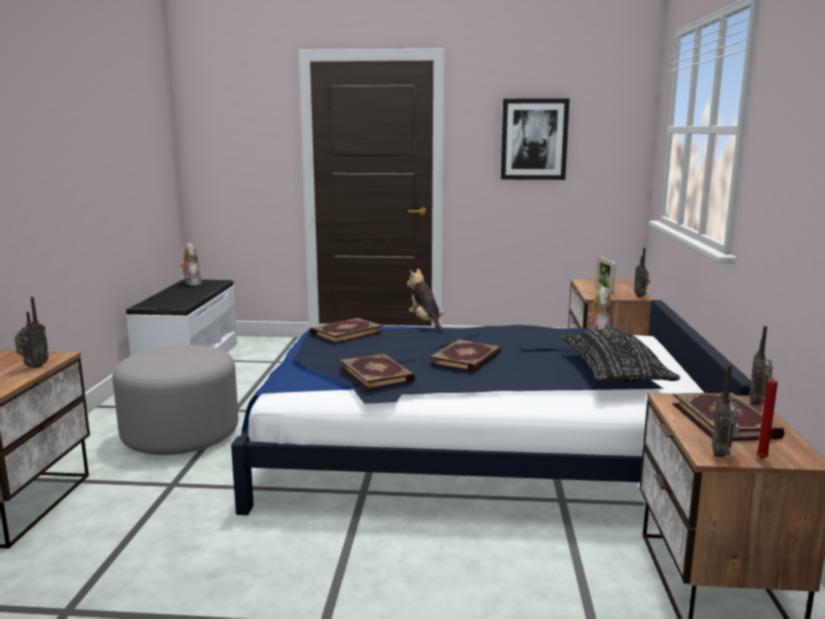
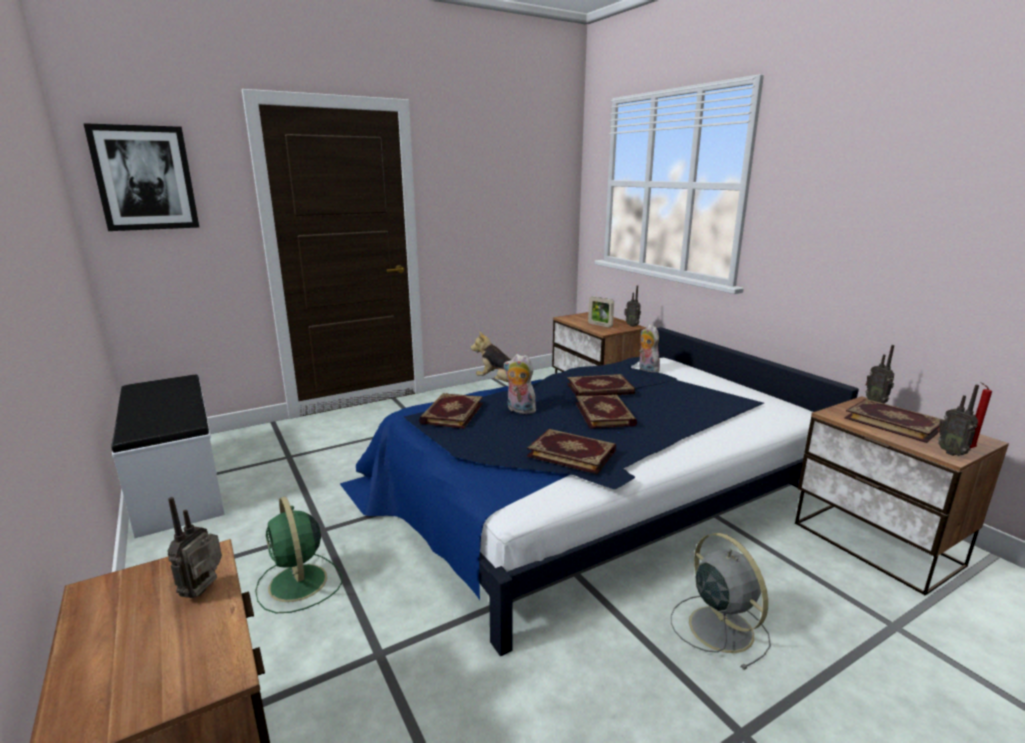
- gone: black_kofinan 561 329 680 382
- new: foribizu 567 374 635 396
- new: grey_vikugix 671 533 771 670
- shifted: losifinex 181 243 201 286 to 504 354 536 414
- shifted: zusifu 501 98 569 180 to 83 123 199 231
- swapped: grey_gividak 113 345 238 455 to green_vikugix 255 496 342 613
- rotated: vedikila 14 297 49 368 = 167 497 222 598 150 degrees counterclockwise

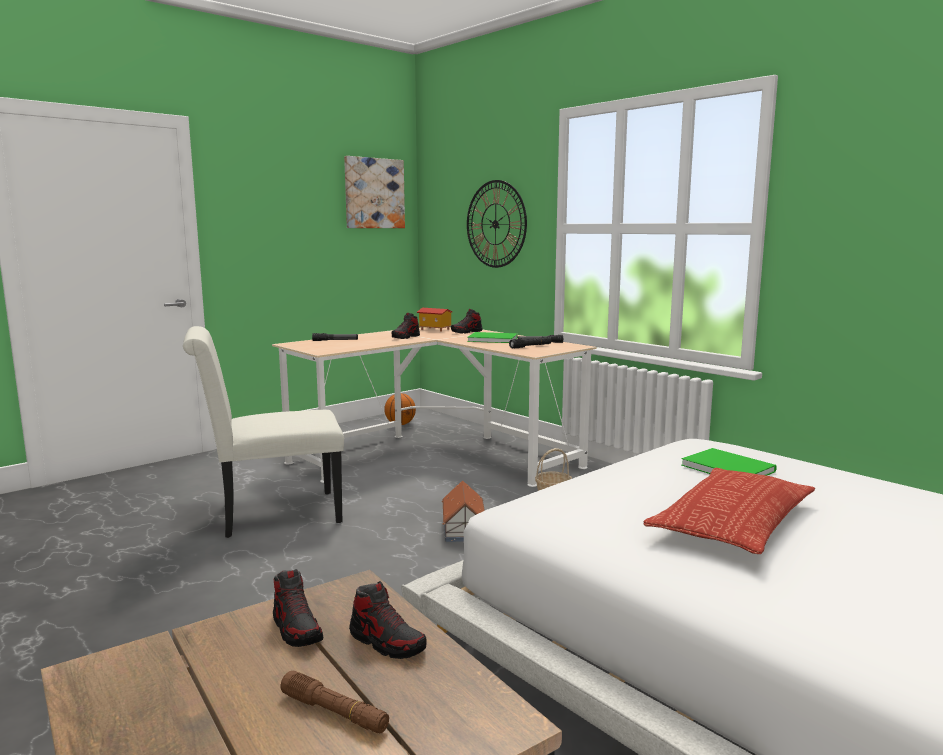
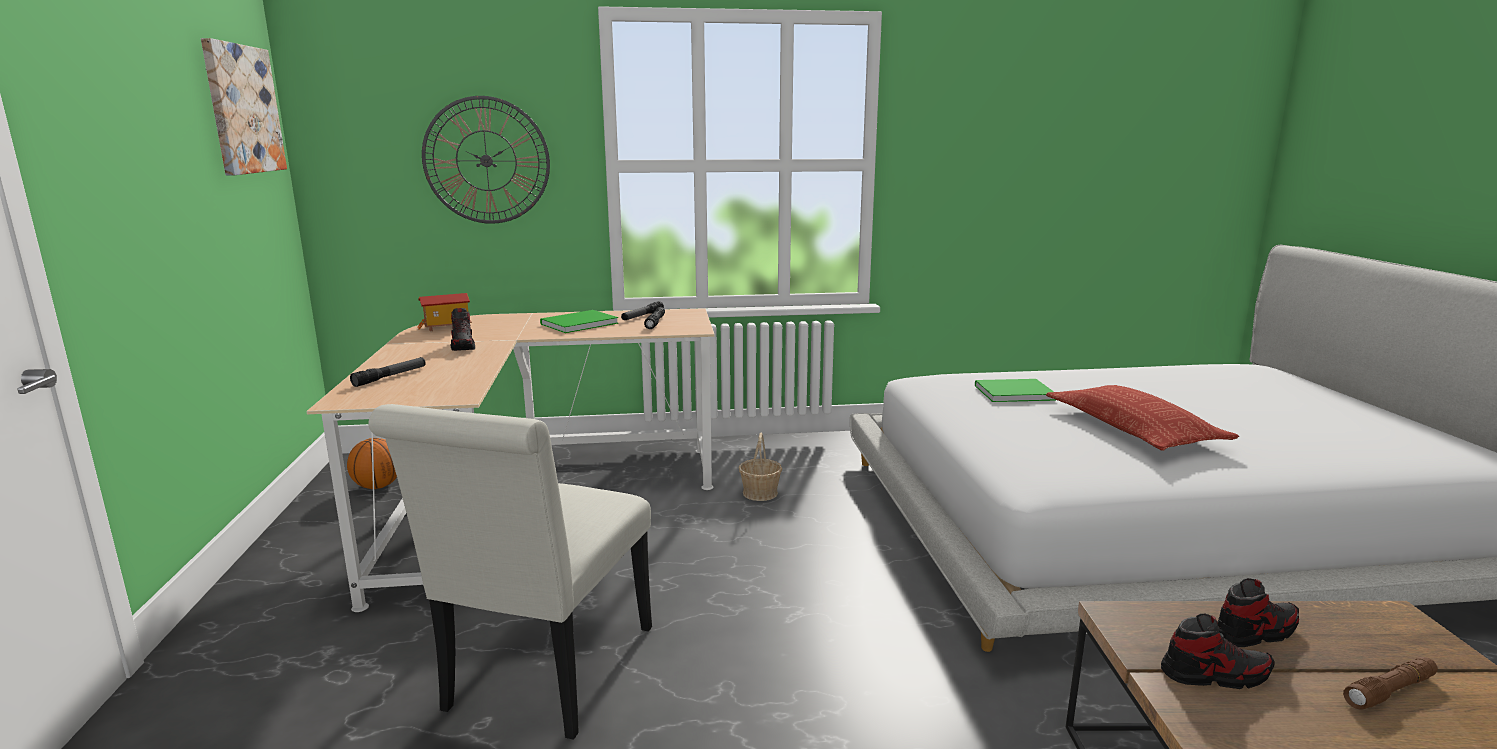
- gone: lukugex 442 480 485 542
- gone: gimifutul 451 309 482 334

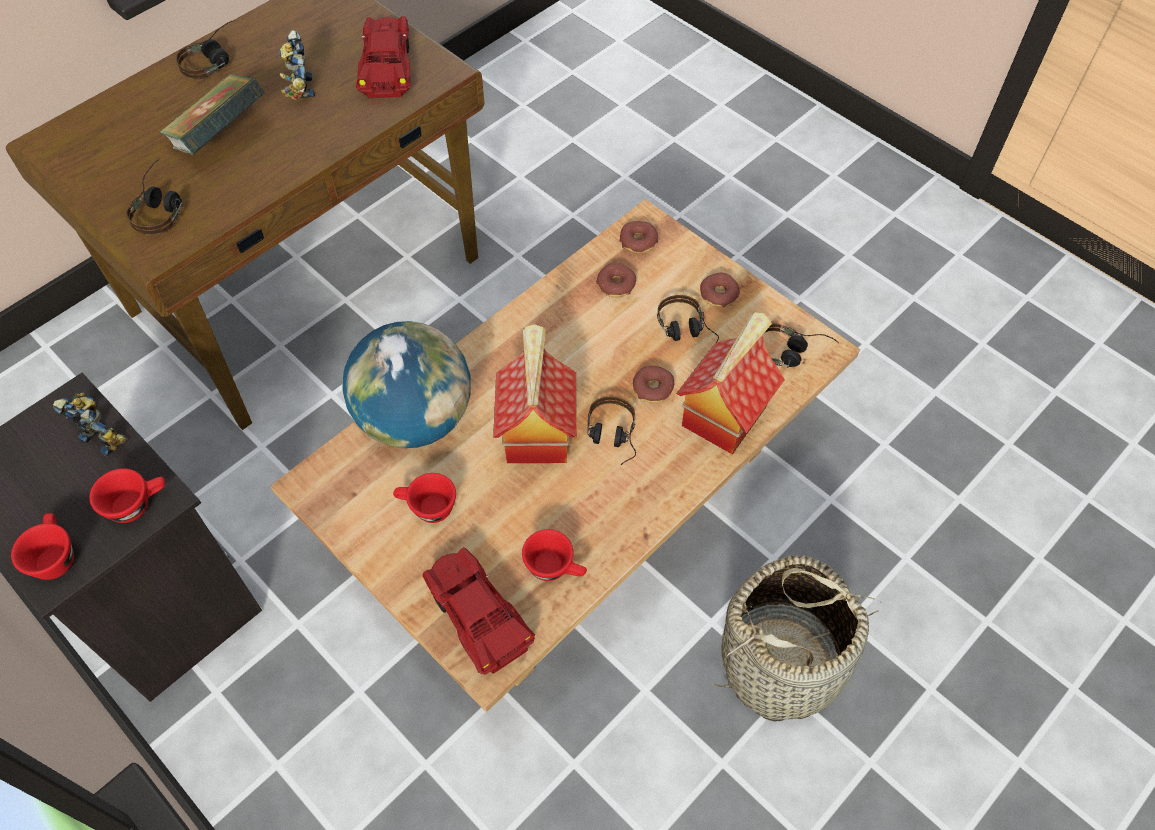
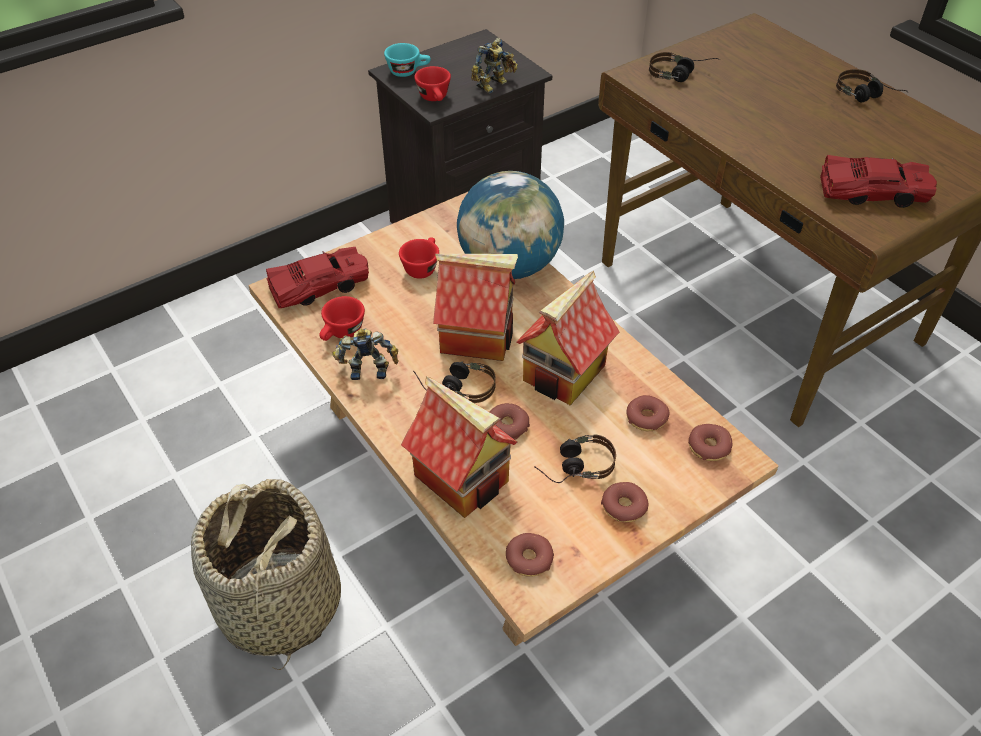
- gone: foribizu 159 74 265 155
- new: lukugex 516 270 619 405
- shifted: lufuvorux 279 30 315 100 to 332 328 399 380
- swapped: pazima 764 323 839 368 to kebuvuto 506 533 554 577
- repainted: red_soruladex 11 513 74 580 to turquoise_soruladex 384 43 431 77

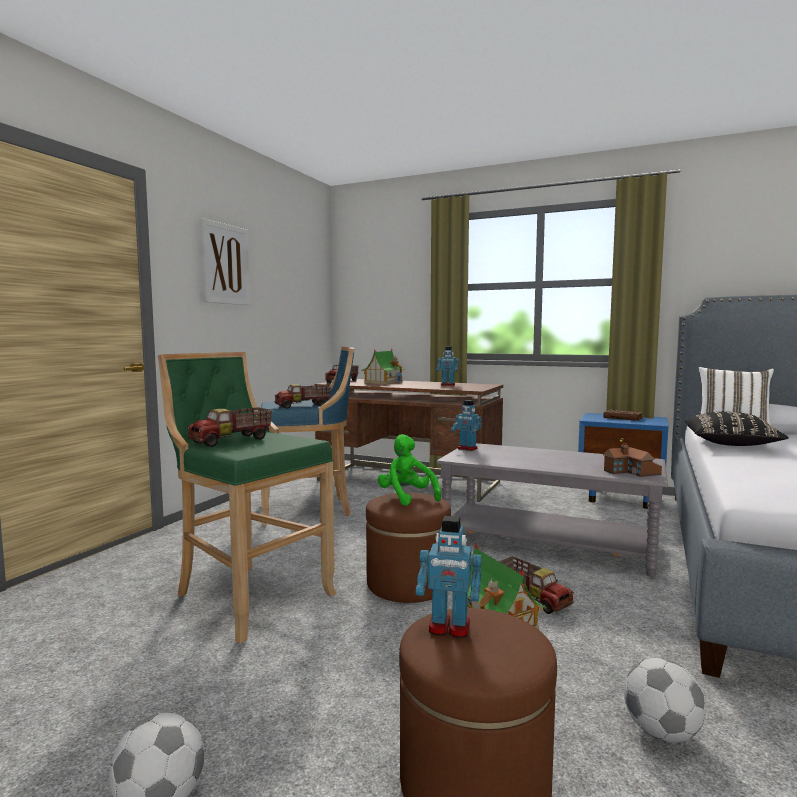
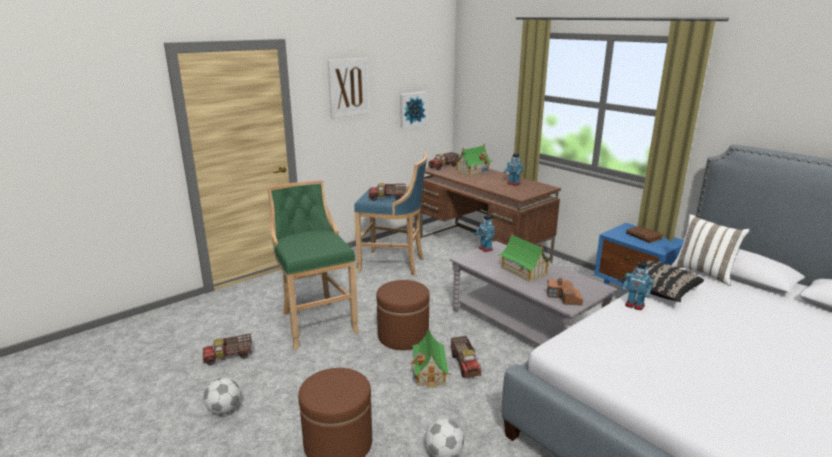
- gone: green_losifinex 378 434 441 506
- new: zusifu 400 91 428 128
- new: lukugex 499 232 553 282
- shifted: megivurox 188 407 272 447 to 203 334 252 365
- shifted: lufuvorux 415 516 482 638 to 621 261 654 310

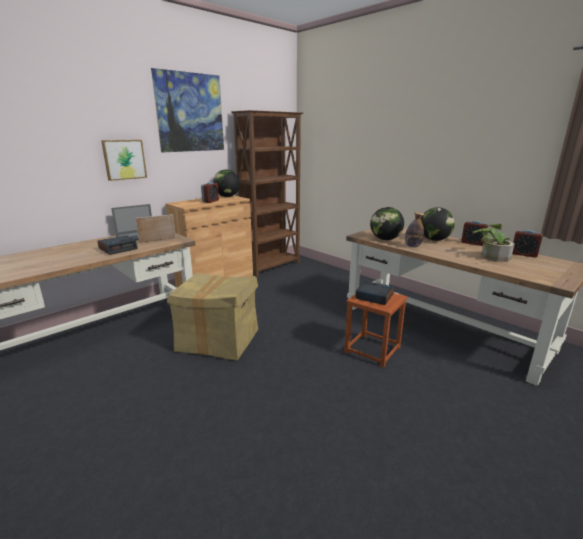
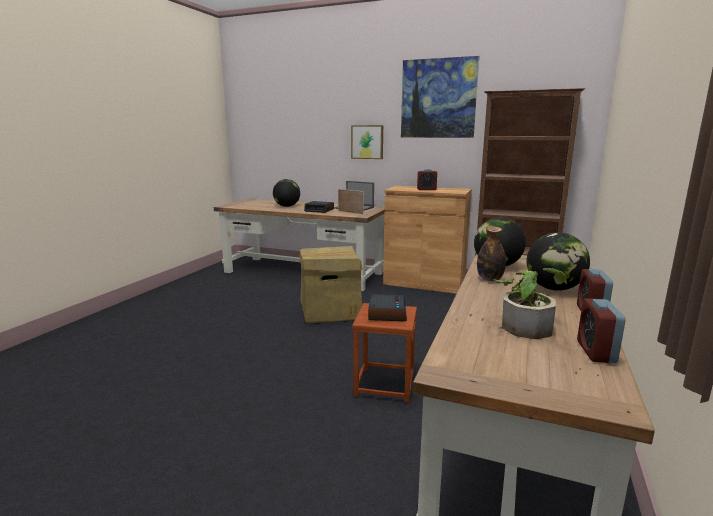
- shifted: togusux 213 170 240 197 to 273 179 300 207

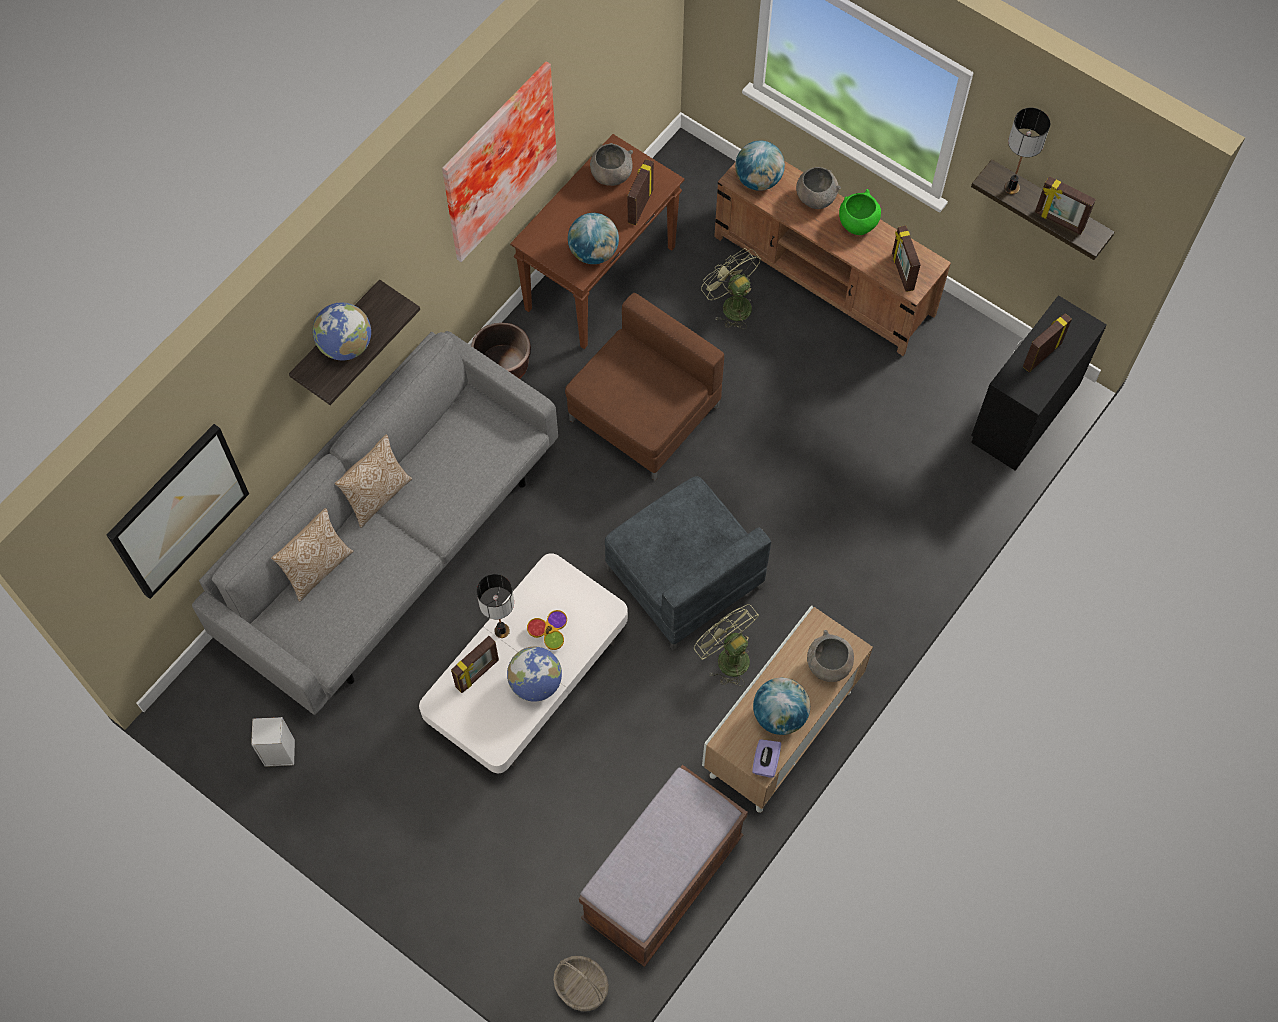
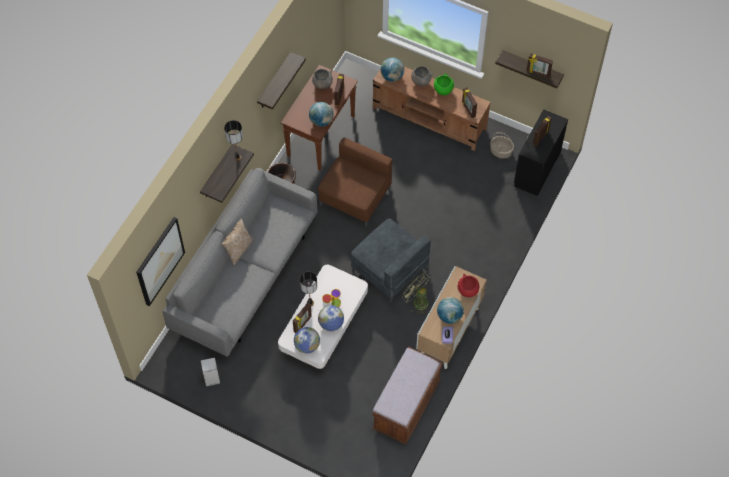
- gone: kofinan 271 508 354 601
- gone: green_vikugix 701 248 761 329
- shifted: togusux 313 302 371 361 to 294 327 320 353
- shifted: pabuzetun 553 956 609 1011 to 490 132 514 158
- shifted: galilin 1004 108 1050 194 to 224 120 243 161
- swapped: zusifu 442 61 557 262 to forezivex 257 52 306 110
- repainted: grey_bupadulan 807 630 854 682 to red_bupadulan 458 274 479 297

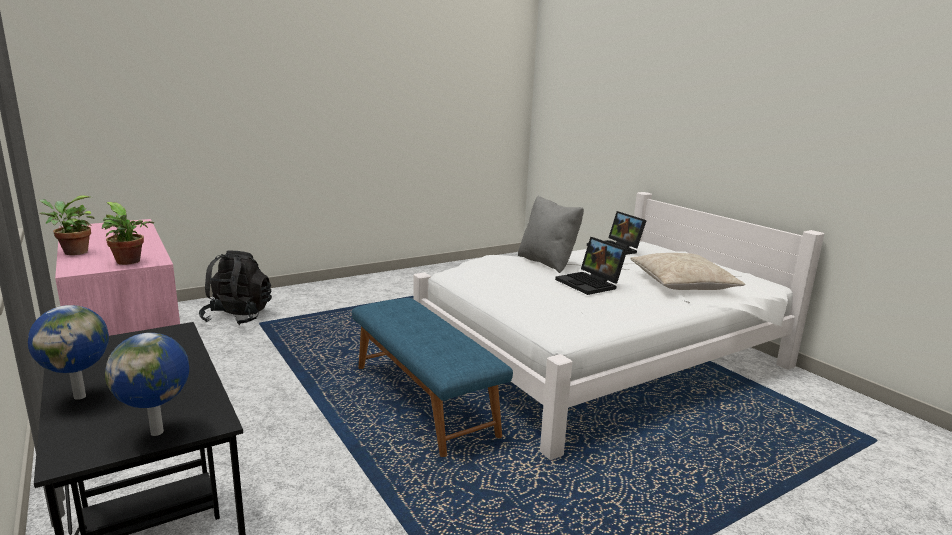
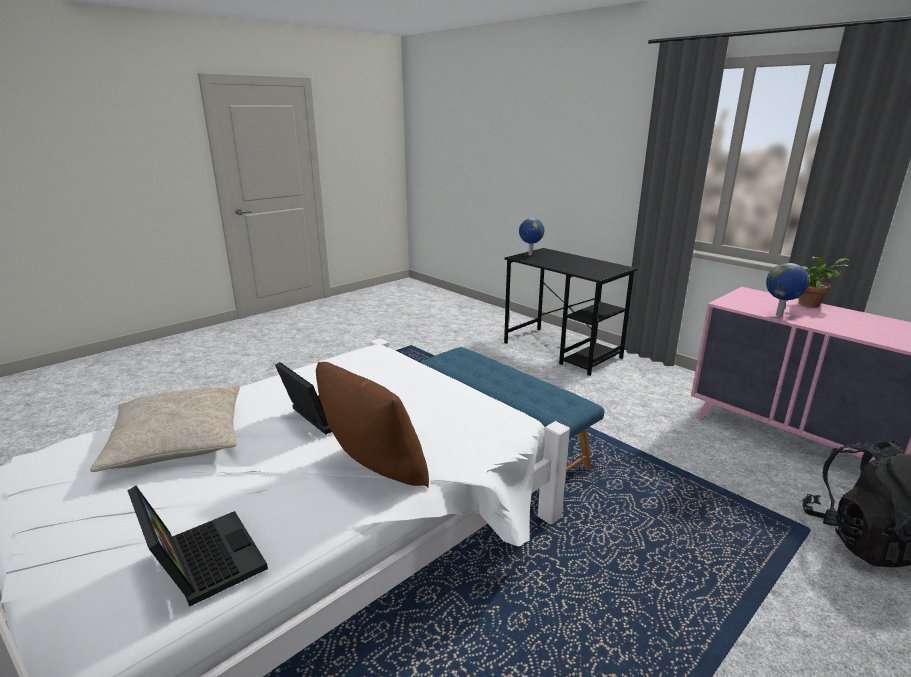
- gone: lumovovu 102 202 154 265
- shifted: togusux 28 305 109 400 to 766 263 809 316
- repainted: grey_kofinan 518 196 584 273 to brown_kofinan 316 362 429 487

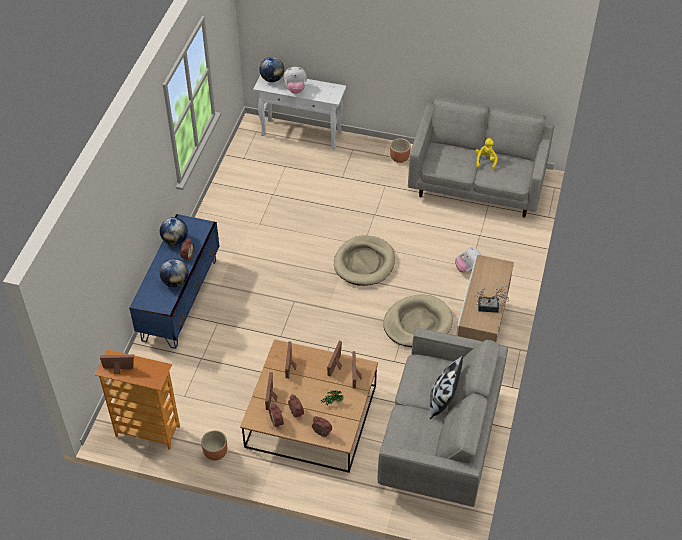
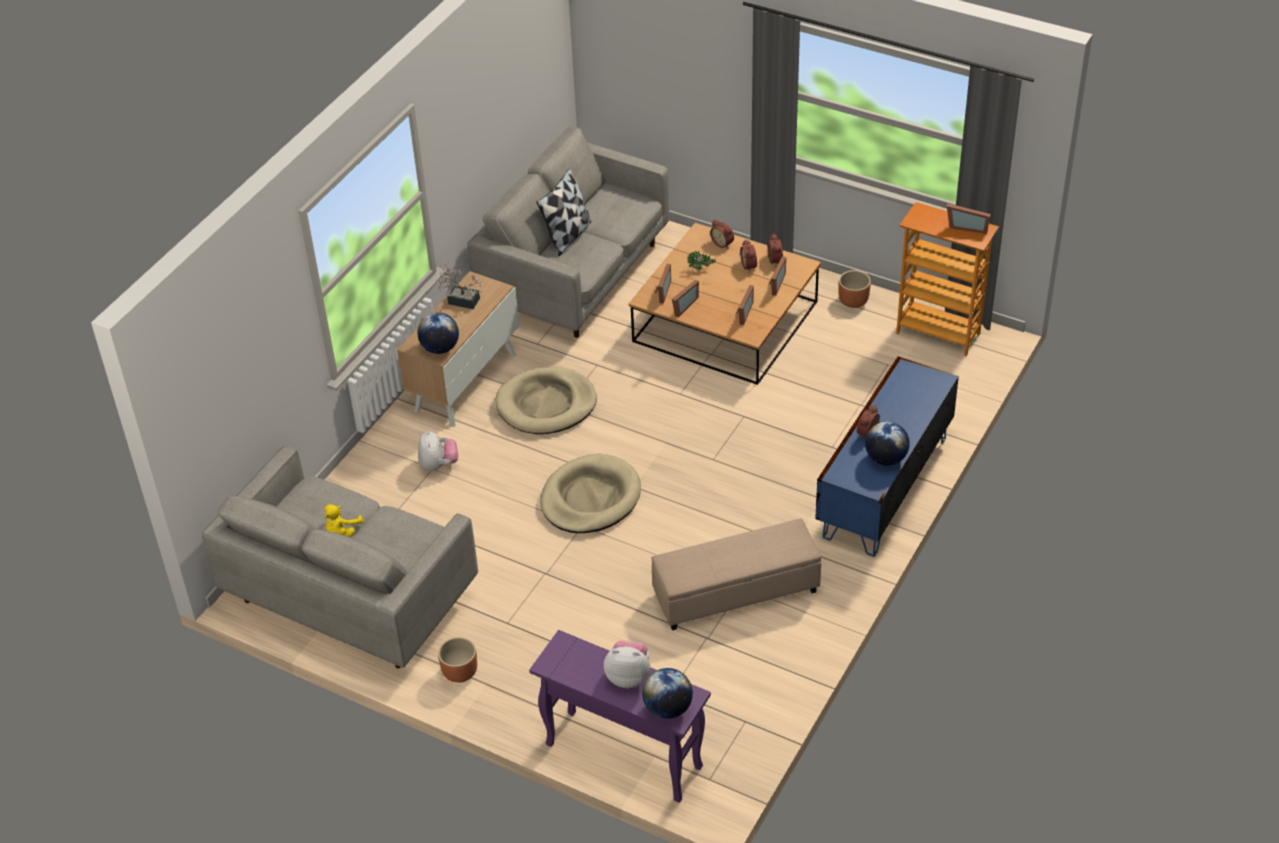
- new: beige_gividak 652 518 821 630
- shifted: togusux 160 259 189 287 to 417 312 459 354
- repainted: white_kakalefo 253 75 346 149 to purple_kakalefo 529 630 711 803

